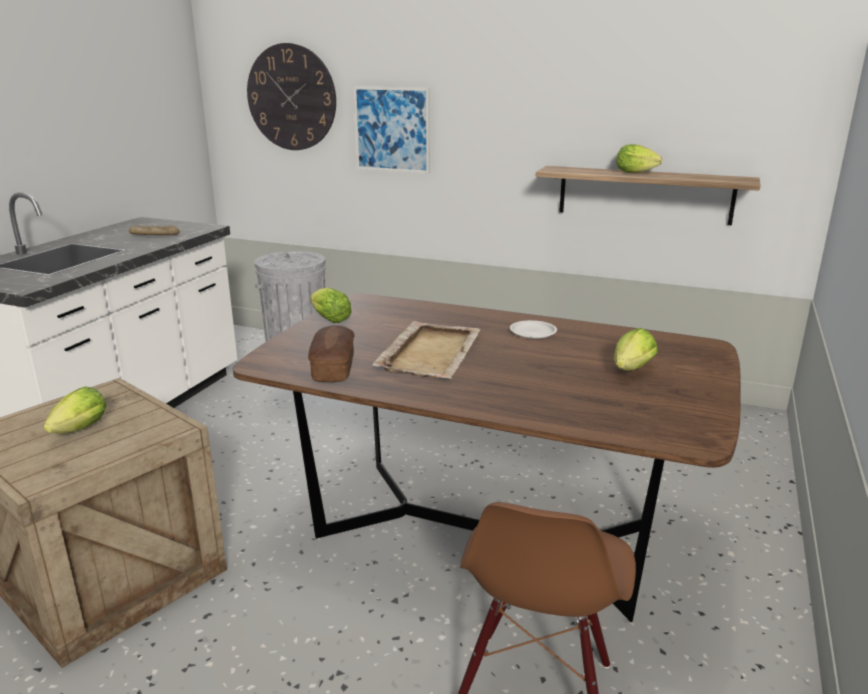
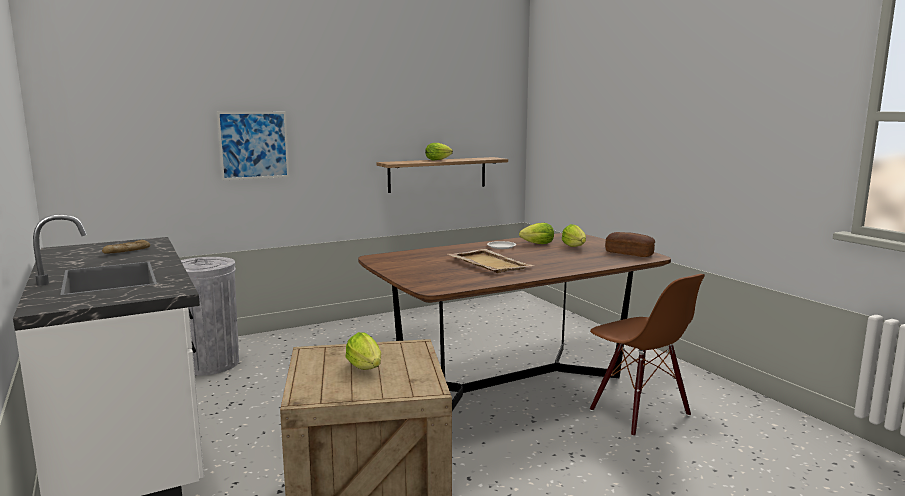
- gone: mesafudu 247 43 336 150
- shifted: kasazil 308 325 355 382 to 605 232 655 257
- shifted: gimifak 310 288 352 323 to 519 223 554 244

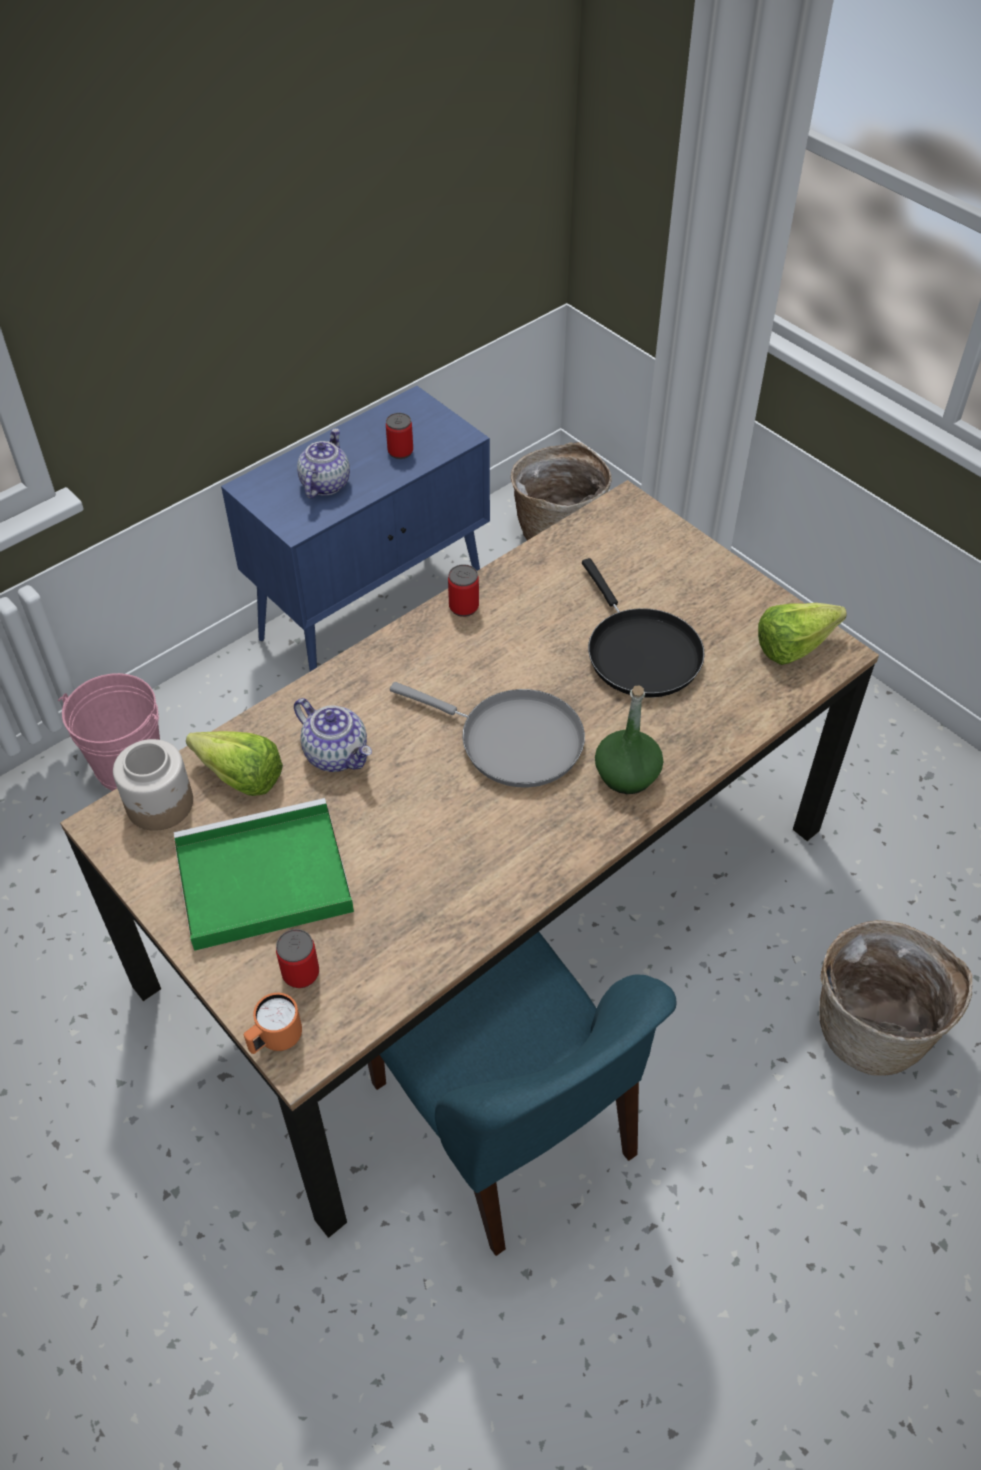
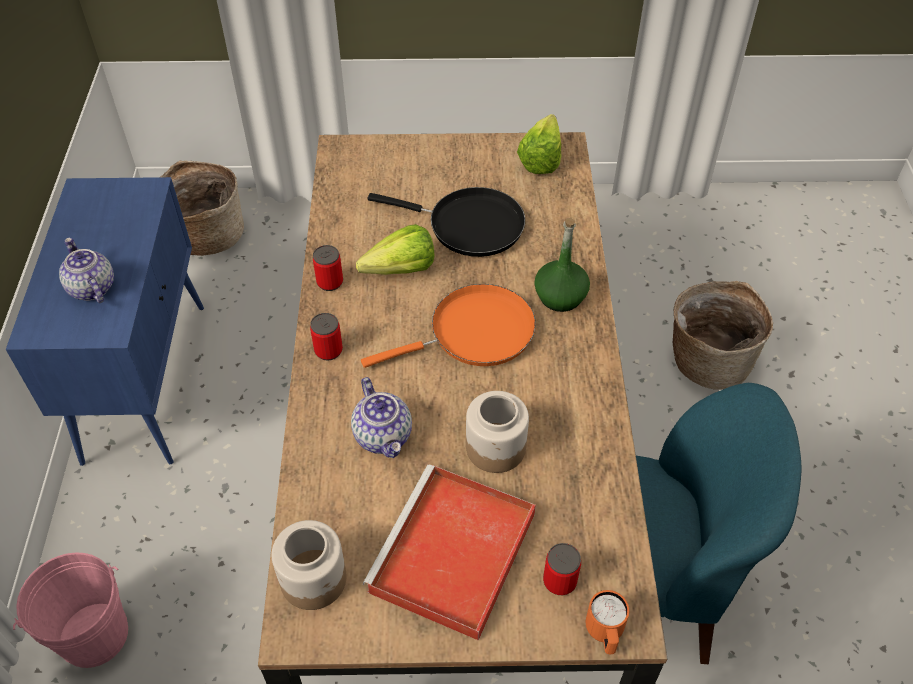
- new: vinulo 466 391 529 473
- shifted: gimifak 186 731 283 796 to 356 224 434 275
- shifted: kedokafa 386 413 413 459 to 310 313 343 361
- repainted: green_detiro 173 798 354 951 to red_detiro 363 465 536 641
- repainted: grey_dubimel 390 682 585 788 to orange_dubimel 361 284 536 368
- rotated: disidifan 294 698 372 772 = 351 377 412 458 75 degrees clockwise

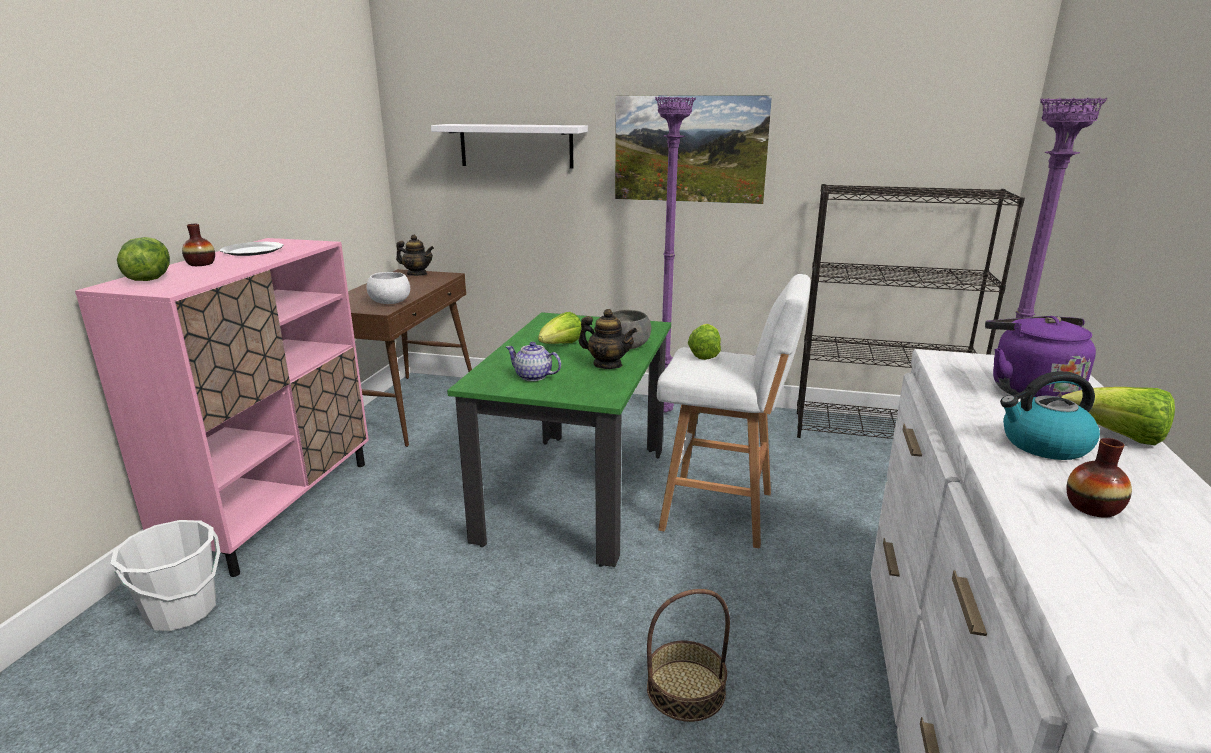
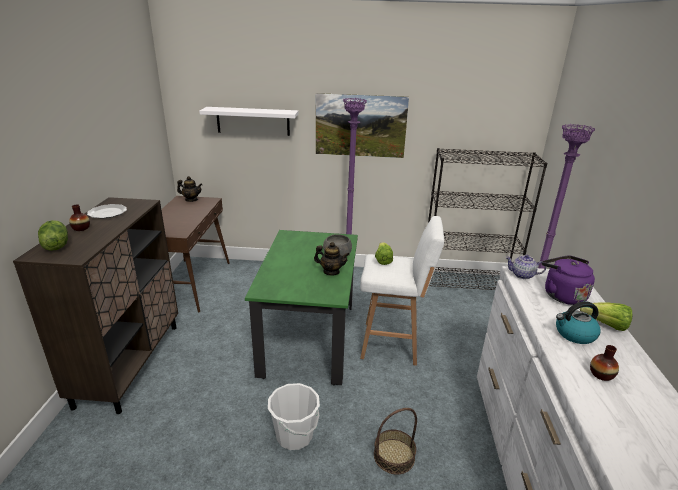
- gone: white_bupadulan 367 272 410 304
- gone: gimifak 538 312 582 344
- shifted: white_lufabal 111 520 220 631 to 268 383 320 450
- shifted: disidifan 506 342 561 381 to 505 255 546 279
- repainted: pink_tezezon 75 238 369 577 to brown_tezezon 13 197 178 414

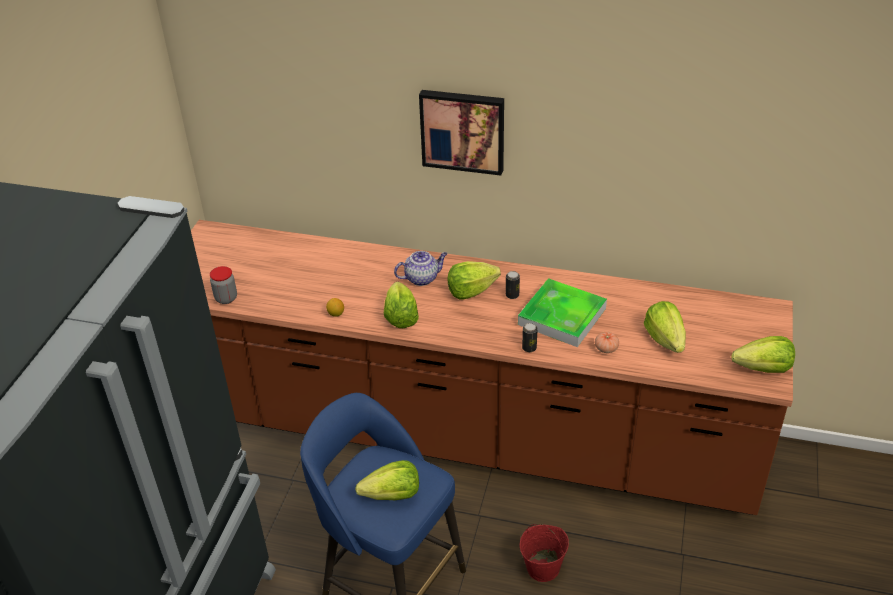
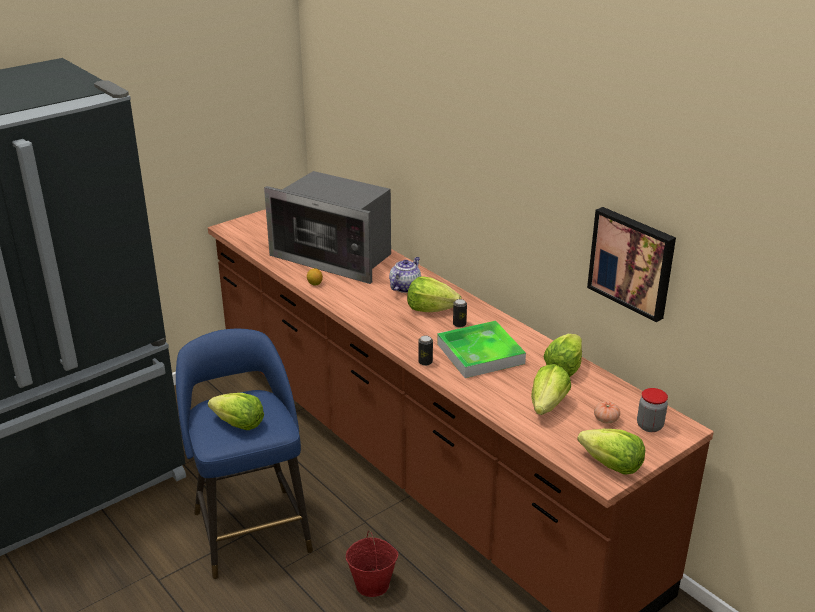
- new: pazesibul 264 171 391 284
- shifted: vinulo 210 266 237 304 to 637 388 668 432
- shifted: gimifak 384 282 419 328 to 543 334 582 377
- shifted: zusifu 419 90 504 176 to 587 207 676 322
- shifted: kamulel 595 332 619 353 to 594 401 620 424
- rotated: disidifan 394 251 447 286 = 389 257 421 293 75 degrees counterclockwise

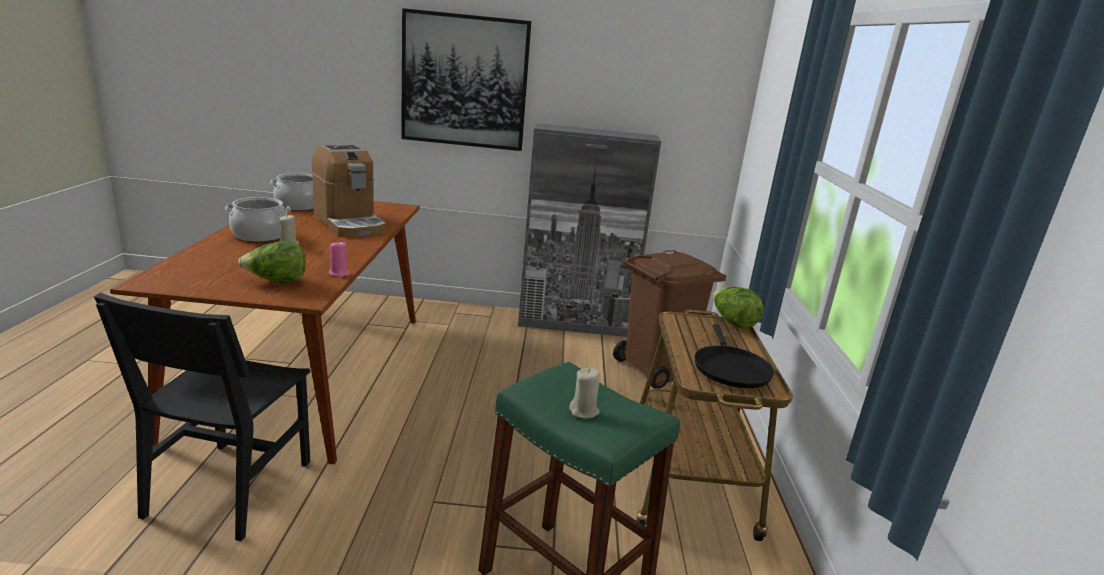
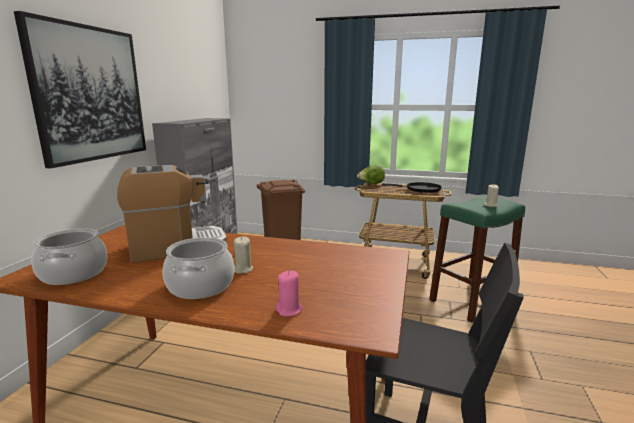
- gone: gimifak 238 241 306 283
- shifted: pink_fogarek 329 241 350 277 to 276 270 303 316

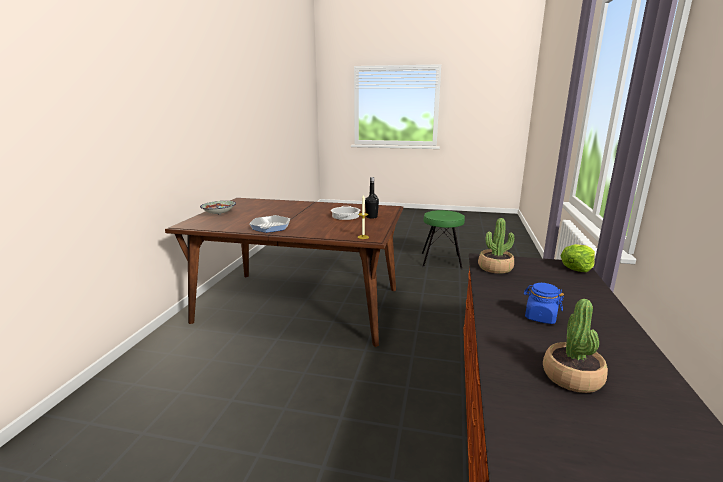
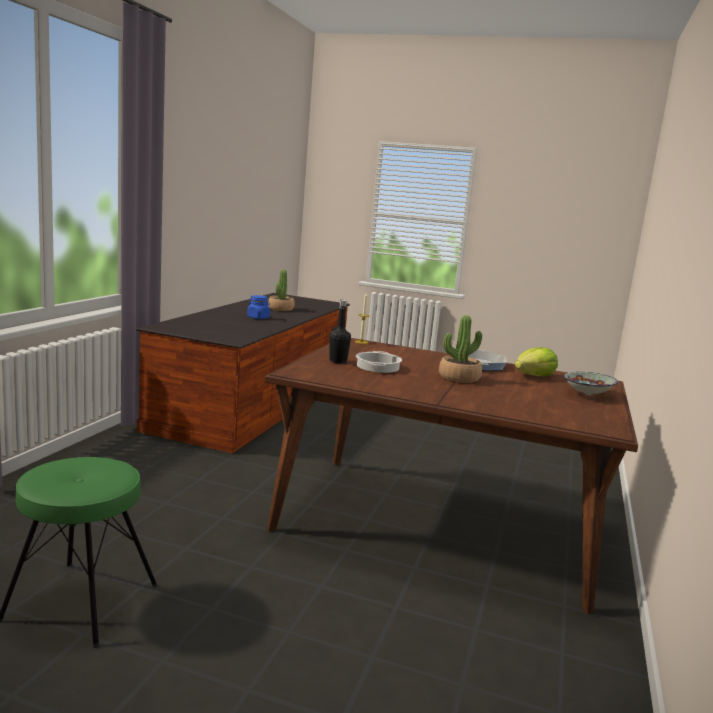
- shifted: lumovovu 478 218 514 274 to 439 315 482 383
- shifted: gimifak 561 244 595 272 to 515 348 558 376

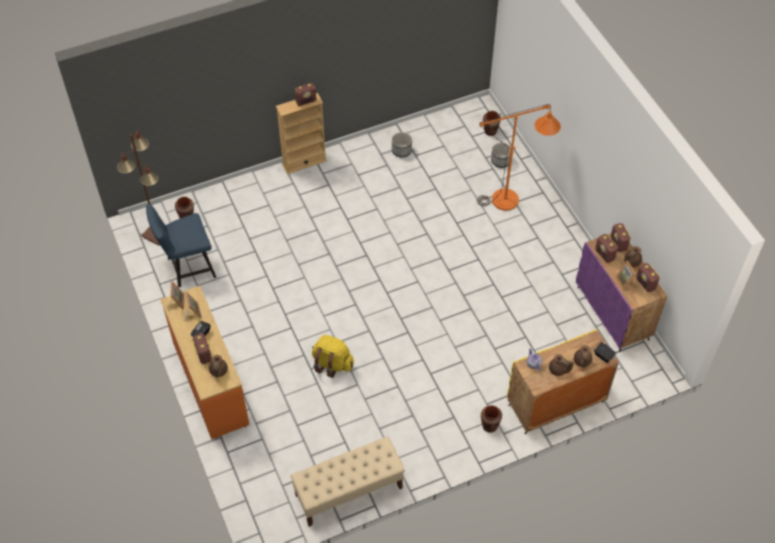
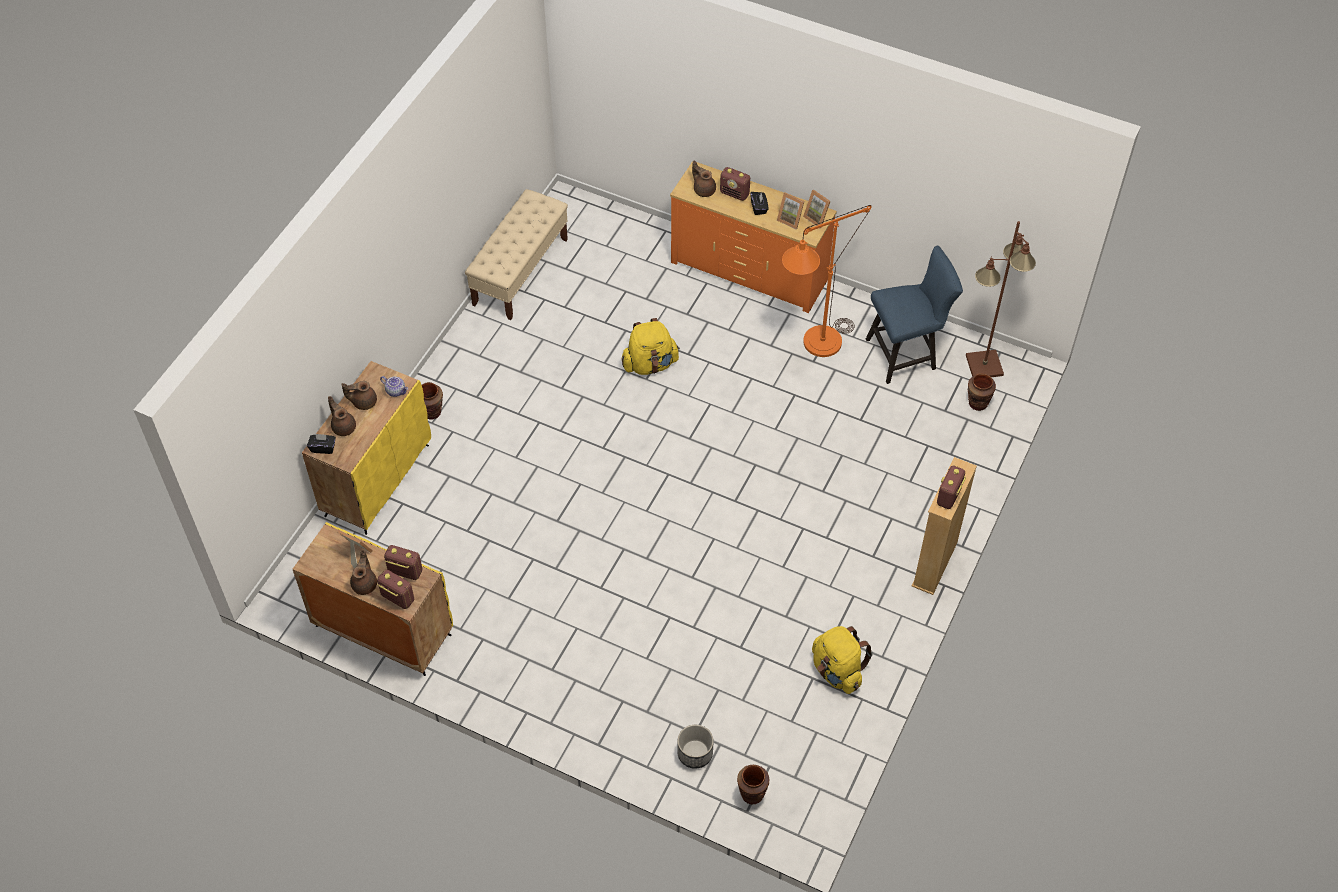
- gone: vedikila 636 263 660 292
- shifted: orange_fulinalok 477 104 561 211 to 782 205 871 357
- swapped: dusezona 392 132 412 157 to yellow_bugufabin 812 626 873 694
- repainted: purple_tezezon 576 233 667 352 to yellow_tezezon 293 522 453 676
- rotated: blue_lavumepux 146 204 216 287 = 866 245 963 384 45 degrees clockwise

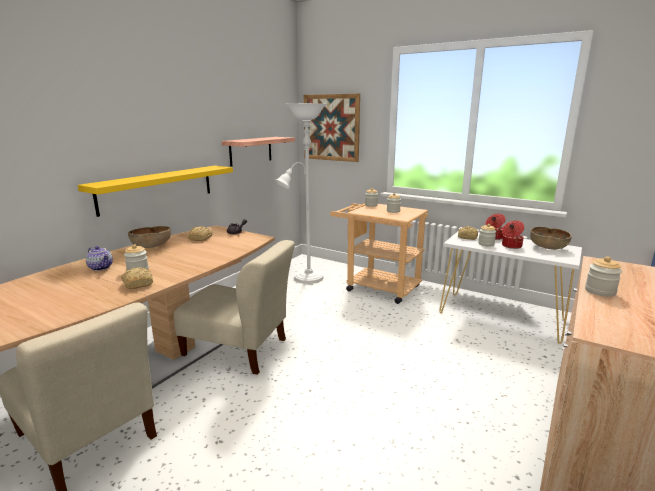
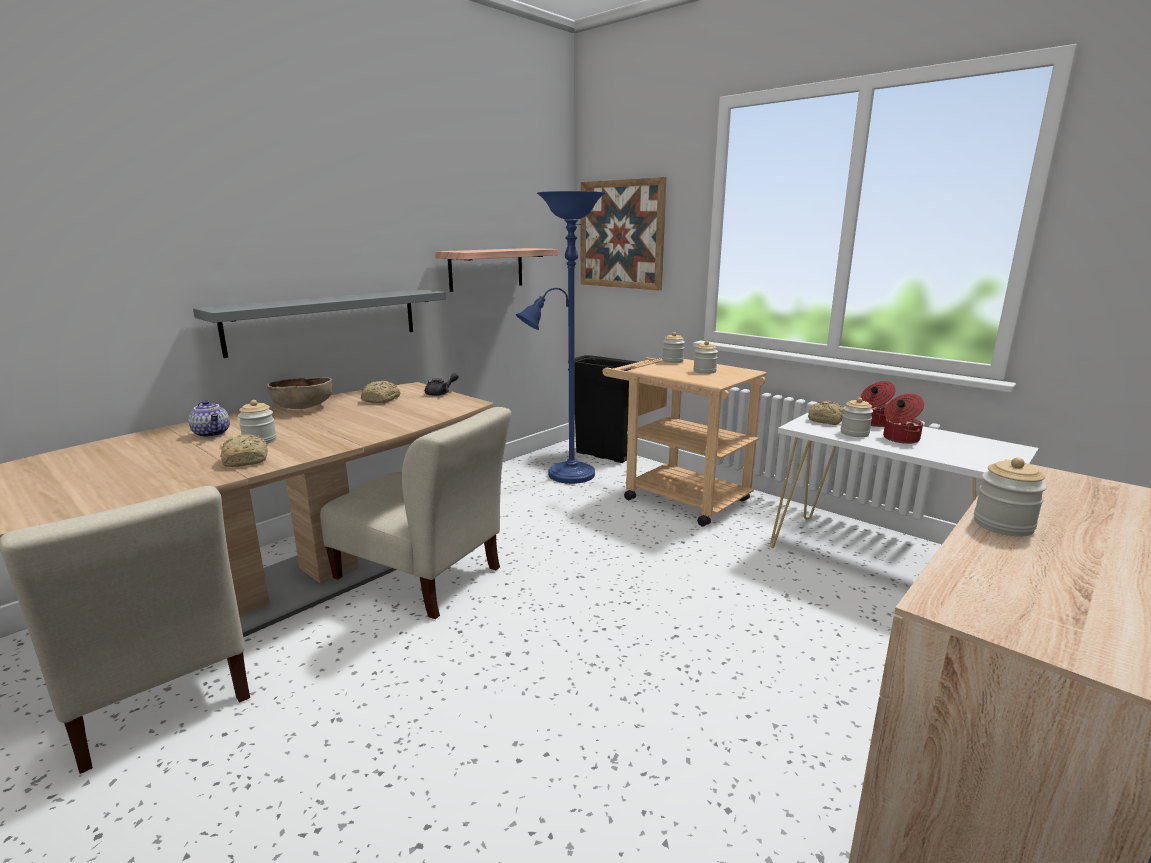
- gone: brown_bupadulan 530 227 572 250
- new: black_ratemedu 568 355 637 463
- repainted: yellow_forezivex 78 166 233 217 to grey_forezivex 193 289 446 358
- repainted: white_fulinalok 275 103 327 284 to blue_fulinalok 516 191 605 484

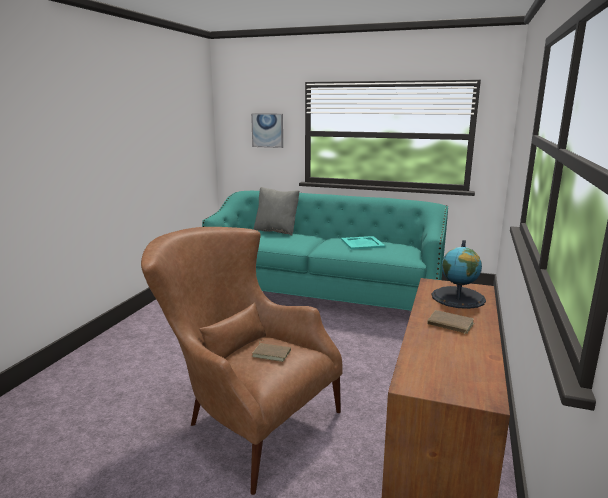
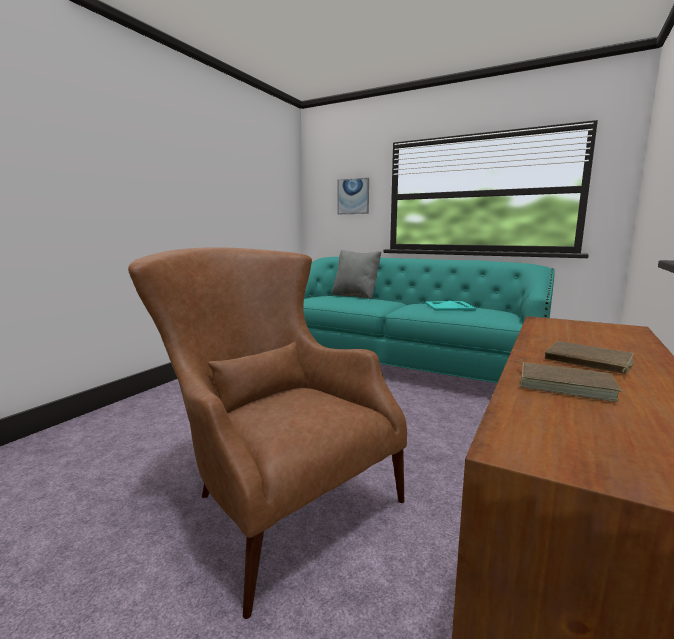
- gone: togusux 432 240 486 309
- shifted: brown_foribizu 252 340 291 362 to 519 359 622 402

